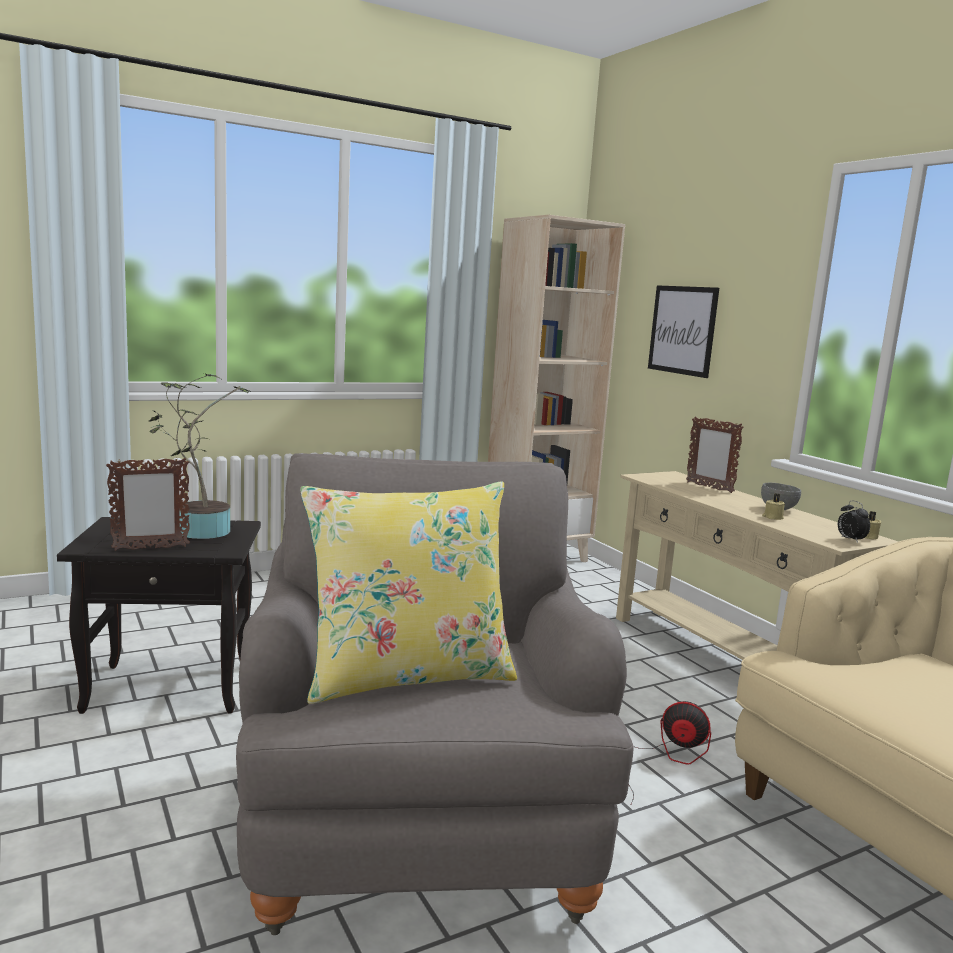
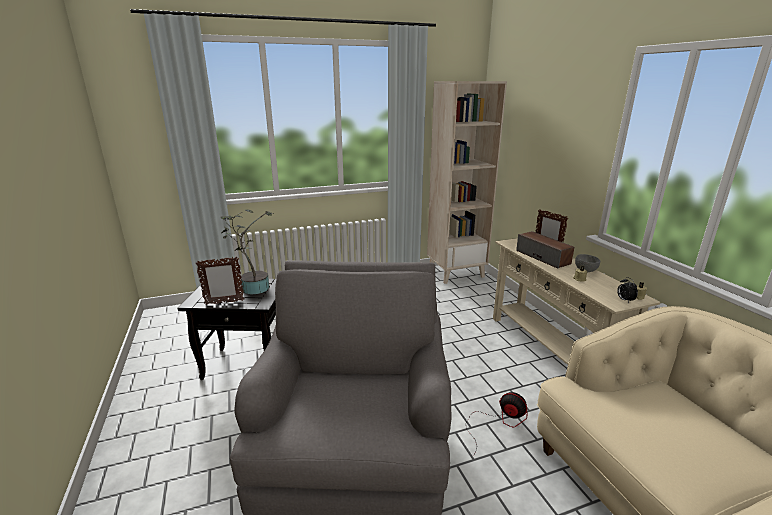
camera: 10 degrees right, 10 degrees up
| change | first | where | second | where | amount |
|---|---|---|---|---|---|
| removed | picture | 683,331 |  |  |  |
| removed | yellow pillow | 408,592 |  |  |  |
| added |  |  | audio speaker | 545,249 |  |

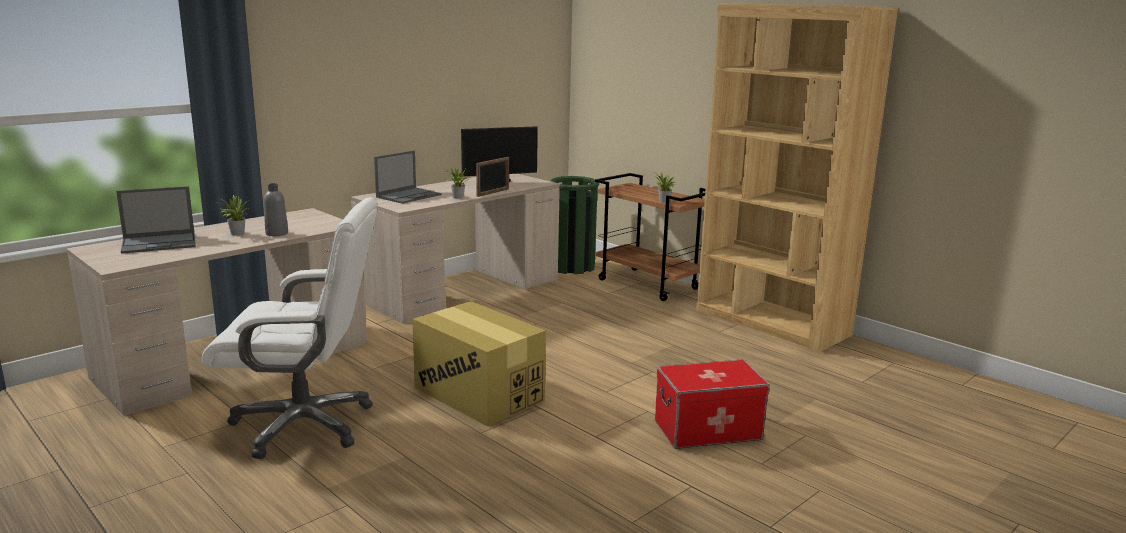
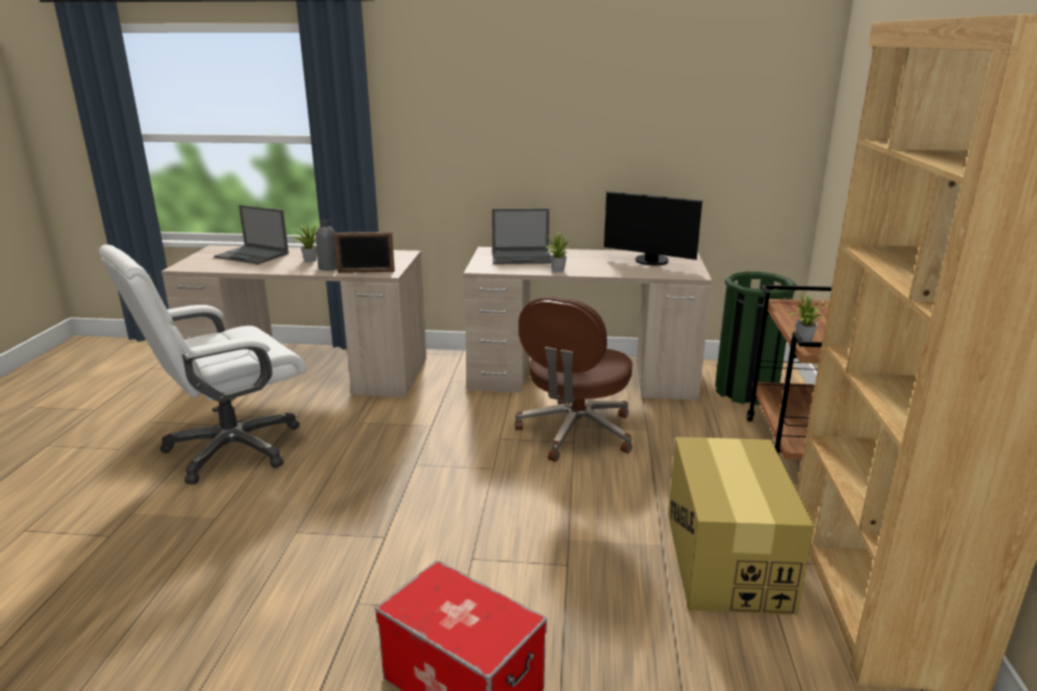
camera: 50 degrees right, 5 degrees up
| change | first | where | second | where | amount |
|---|---|---|---|---|---|
| moved | picture frame | 492,177 |  | 364,252 |  |
| turned | whitish office chair | 290,328 |  | 202,365 | 90 degrees clockwise |
| moved | carton | 479,364 |  | 741,526 |  |
| added |  |  | brown-coloured office chair | 573,379 |  |

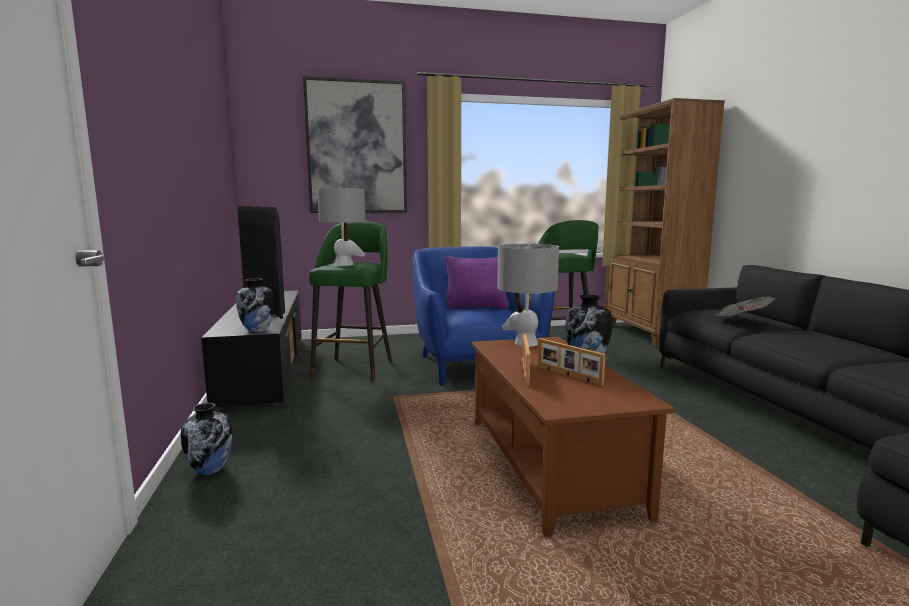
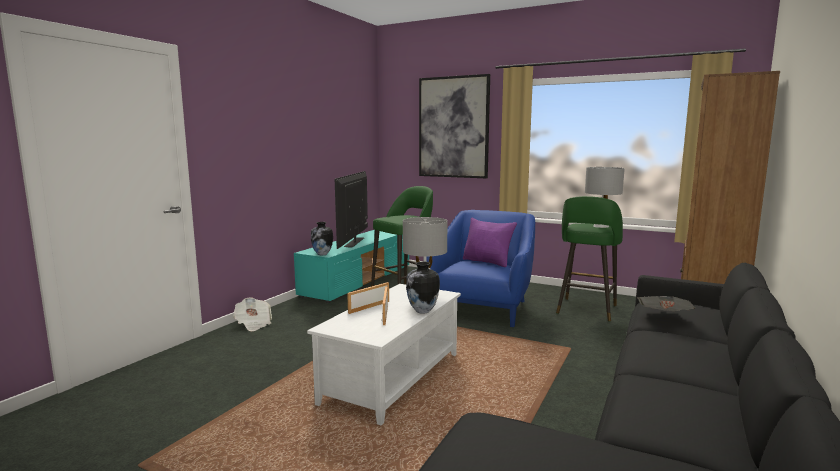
camera: 40 degrees right, 0 degrees up
| change | first | where | second | where | amount |
|---|---|---|---|---|---|
| moved | grey lamp for a table | 341,227 |  | 605,197 |  |
| recoloured | black tv stand | 251,351 | turquoise-coloured tv stand | 351,266 |  |
| recoloured | brown-coloured low table | 573,437 | whitish low table | 384,355 |  |
| replaced | flower vase | 206,439 | daily paper | 252,314 |  |

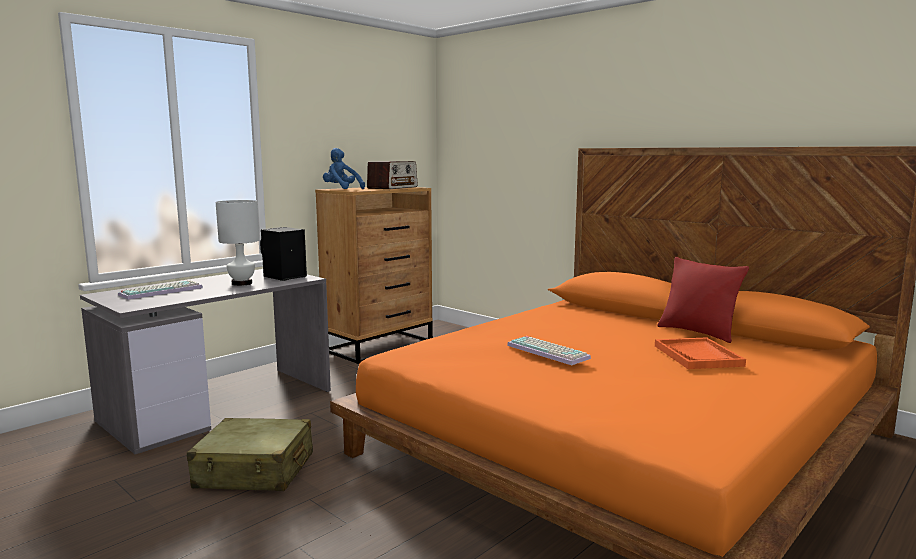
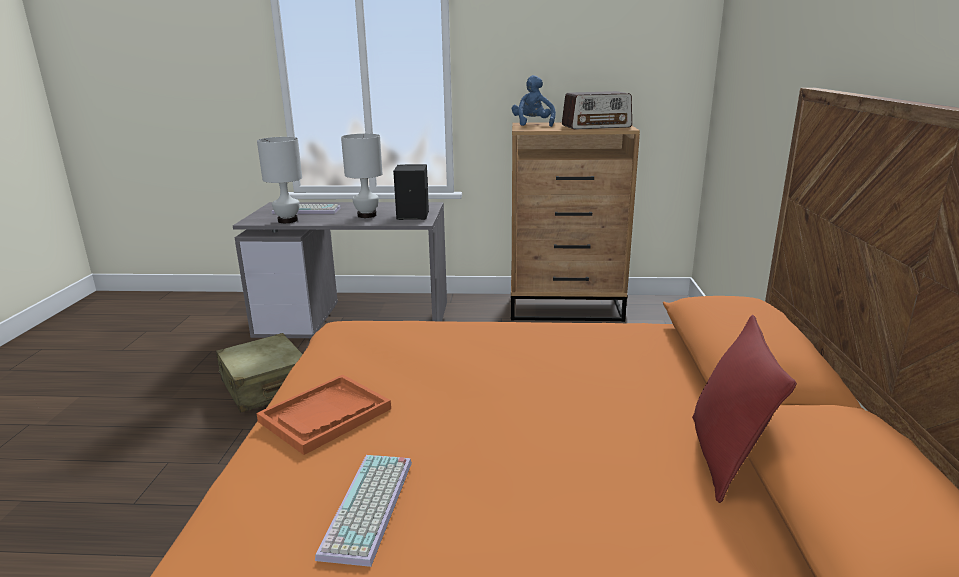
camera: 50 degrees right, 10 degrees up
| change | first | where | second | where | amount |
|---|---|---|---|---|---|
| moved | keyboard | 549,350 |  | 363,511 |  |
| moved | orange-coloured serving tray | 700,353 |  | 324,415 |  |
| added |  |  | whitish lamp for a table | 279,180 |  |

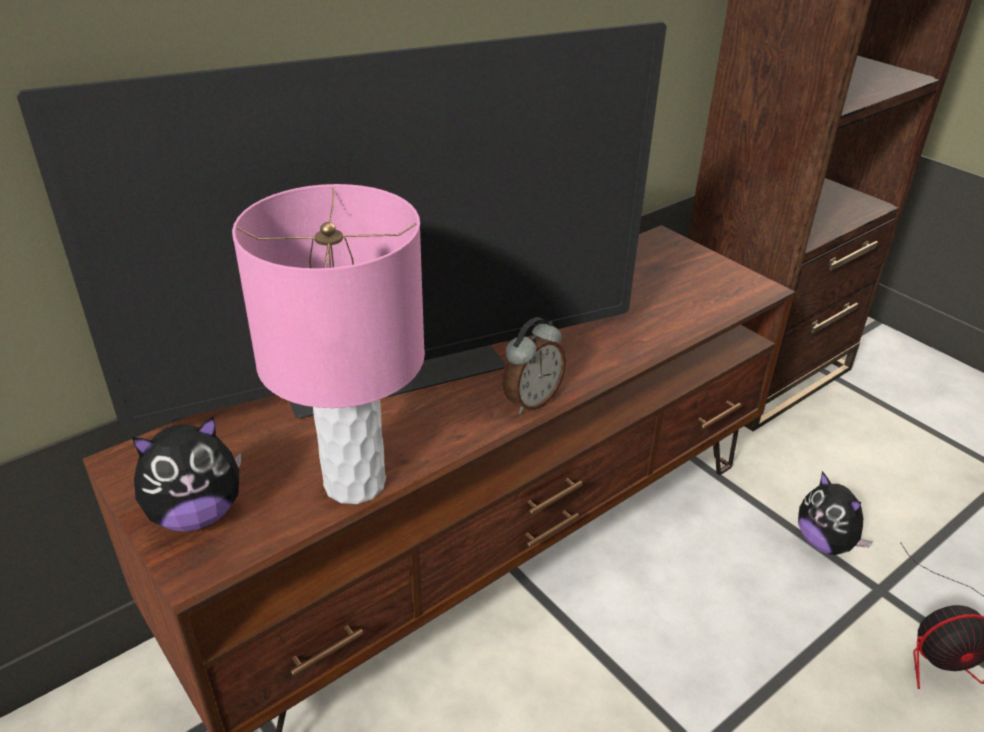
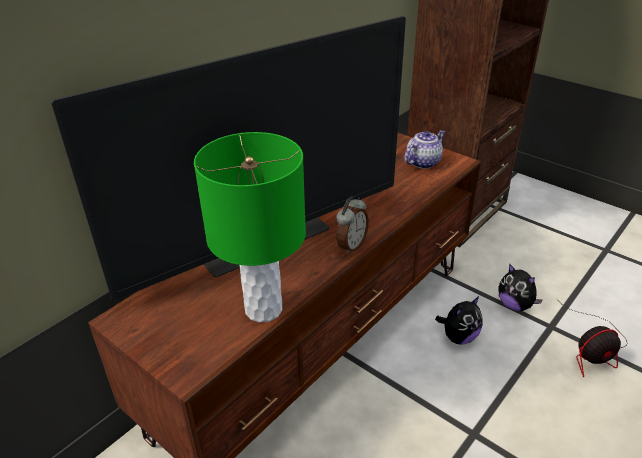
camera: 10 degrees left, 0 degrees up
| change | first | where | second | where | amount |
|---|---|---|---|---|---|
| recoloured | pinkish lamp for a table | 328,344 | green-coloured lamp for a table | 250,227 |  |
| moved | cuddly toy | 186,474 |  | 459,320 |  |
| added |  |  | teapot | 424,149 |  |

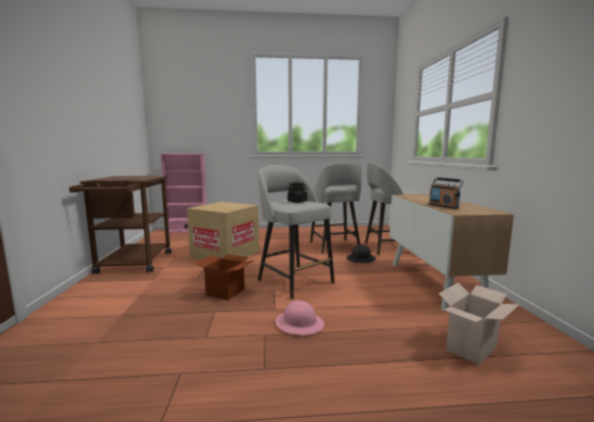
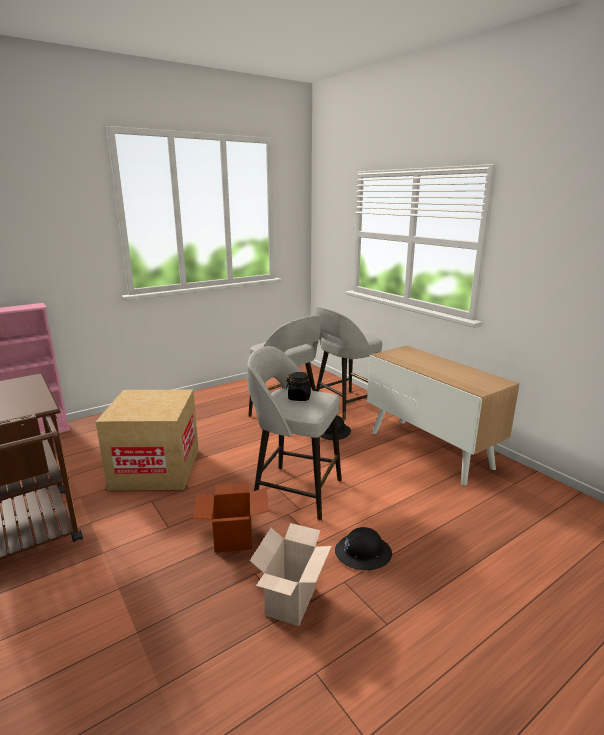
camera: 30 degrees left, 10 degrees up
| change | first | where | second | where | amount |
|---|---|---|---|---|---|
| removed | radio set | 446,193 |  |  |  |
| moved | carton | 479,324 |  | 291,574 |  |
| recoloured | pinkish safety helmet | 300,317 | black safety helmet | 363,548 |  |

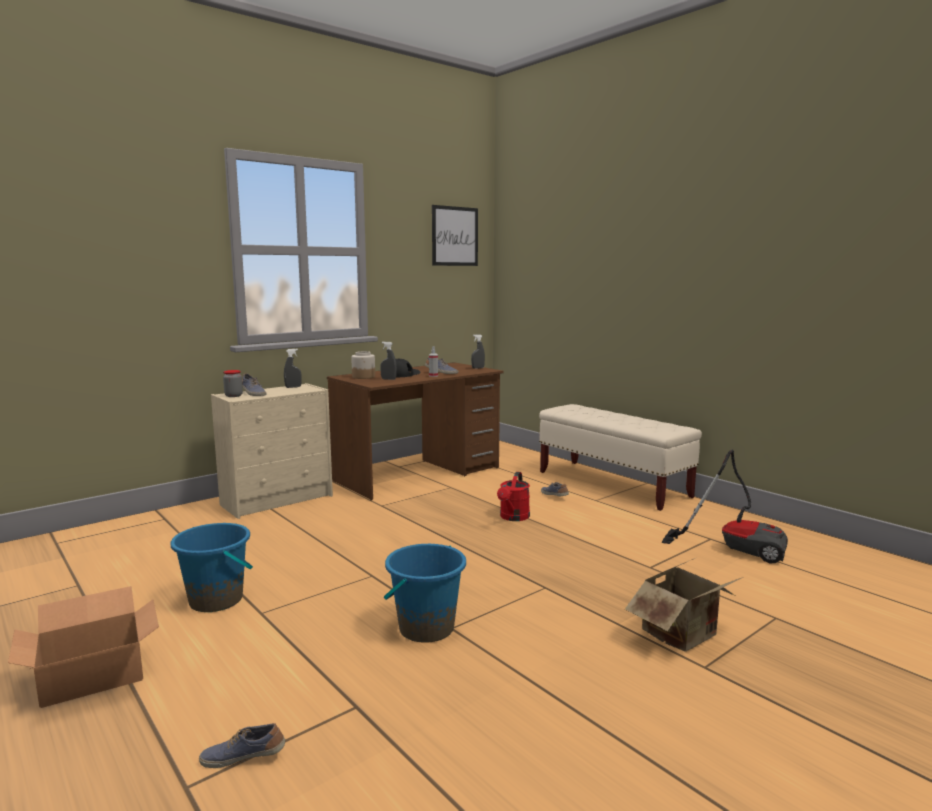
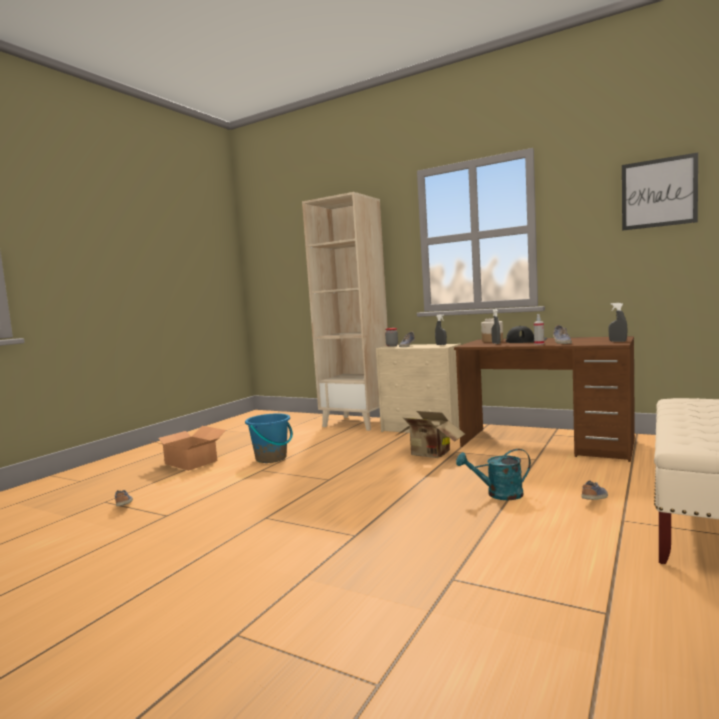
camera: 70 degrees right, 5 degrees down
| change | first | where | second | where | amount |
|---|---|---|---|---|---|
| removed | vacuum cleaner | 725,506 |  |  |  |
| recoloured | reddish watering pot | 513,496 | turquoise-coloured watering pot | 493,474 |  |
| removed | bluish bucket | 425,593 |  |  |  |
| moved | carton | 684,605 |  | 431,434 |  |
| added |  |  | beige-coloured shelving unit | 345,311 |  |

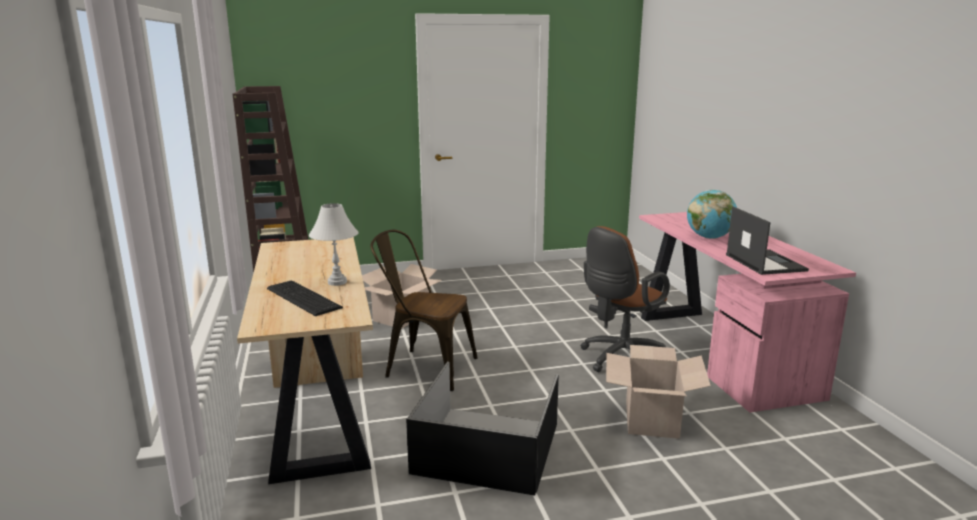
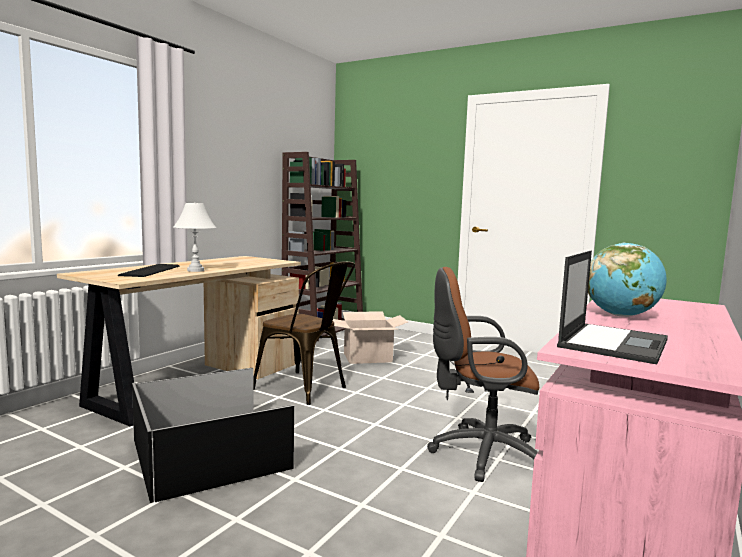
camera: 45 degrees right, 10 degrees down
| change | first | where | second | where | amount |
|---|---|---|---|---|---|
| turned | brown-coloured upright chair | 424,310 |  | 304,333 | 150 degrees clockwise |
| removed | carton | 658,392 |  |  |  |

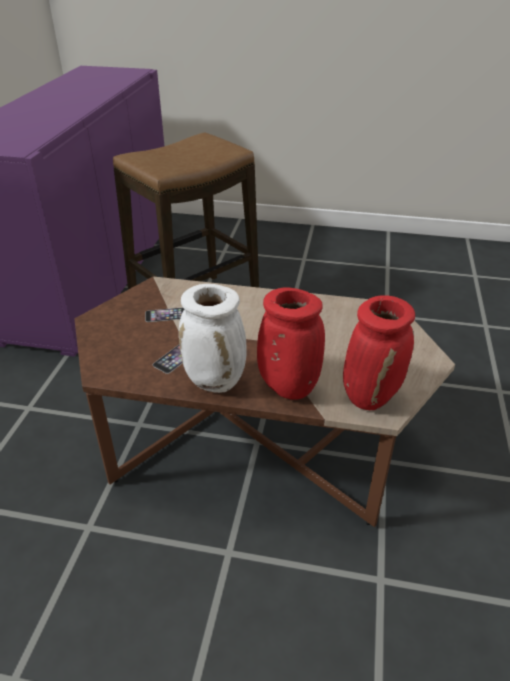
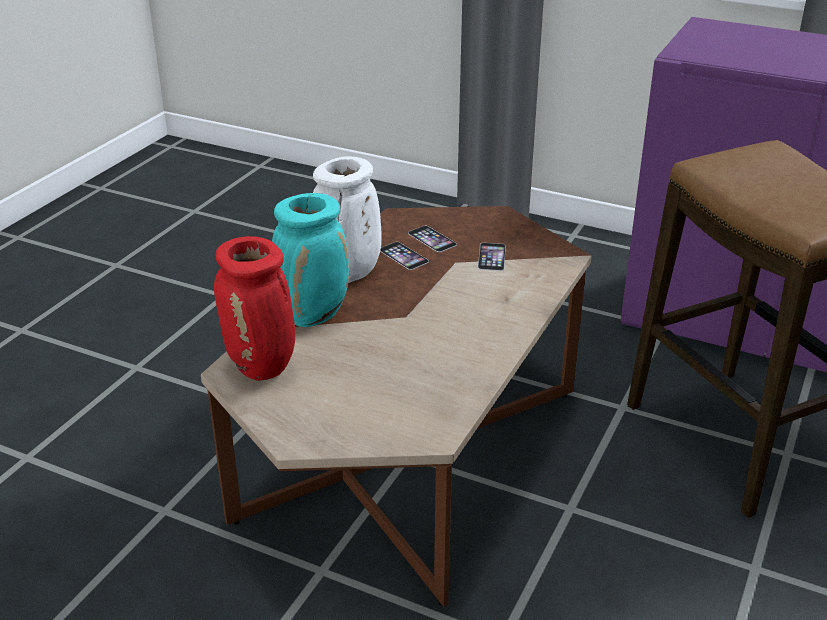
camera: 105 degrees right, 5 degrees down
| change | first | where | second | where | amount |
|---|---|---|---|---|---|
| recoloured | reddish flower vase | 291,343 | turquoise-coloured flower vase | 310,260 |  |
| added |  |  | telephone | 432,239 |  |

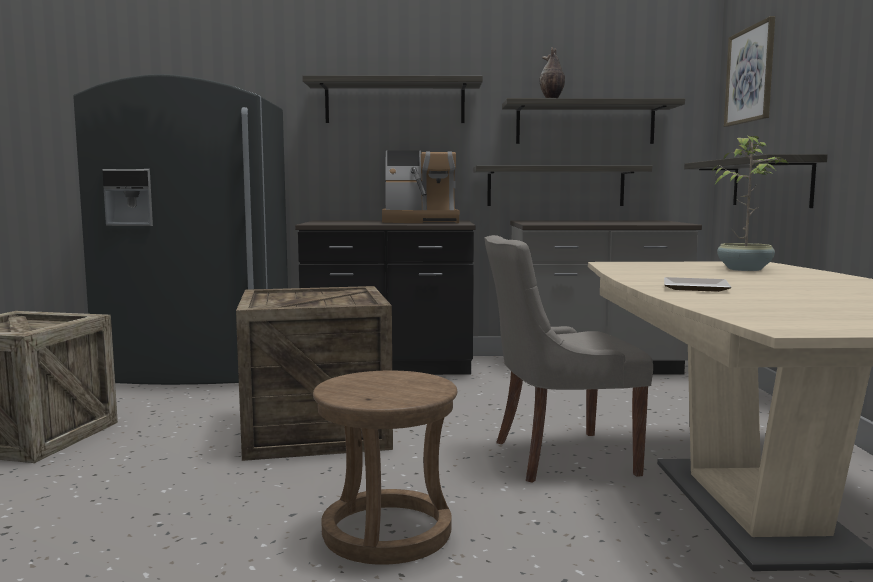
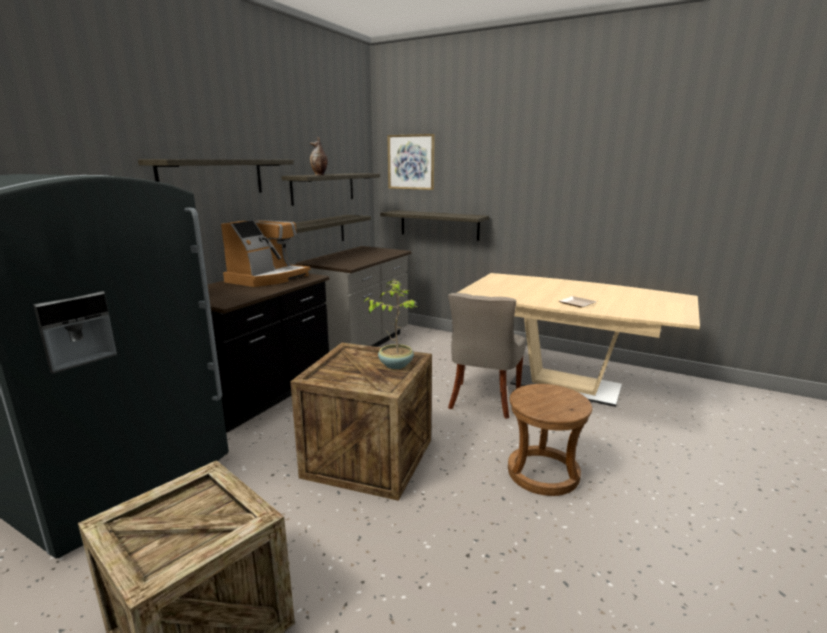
camera: 60 degrees left, 10 degrees up
| change | first | where | second | where | amount |
|---|---|---|---|---|---|
| moved | plant in a pot | 750,203 |  | 390,324 |  |

